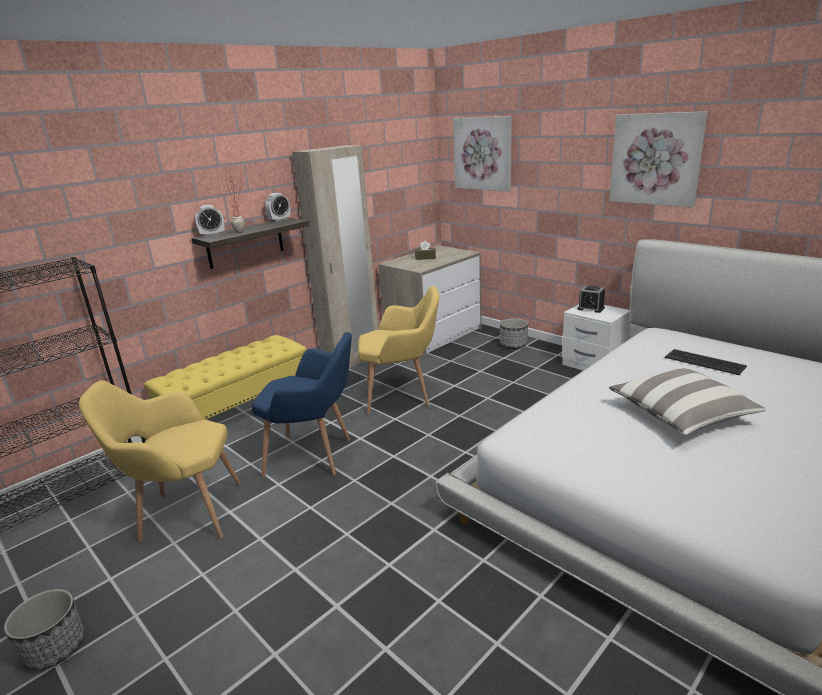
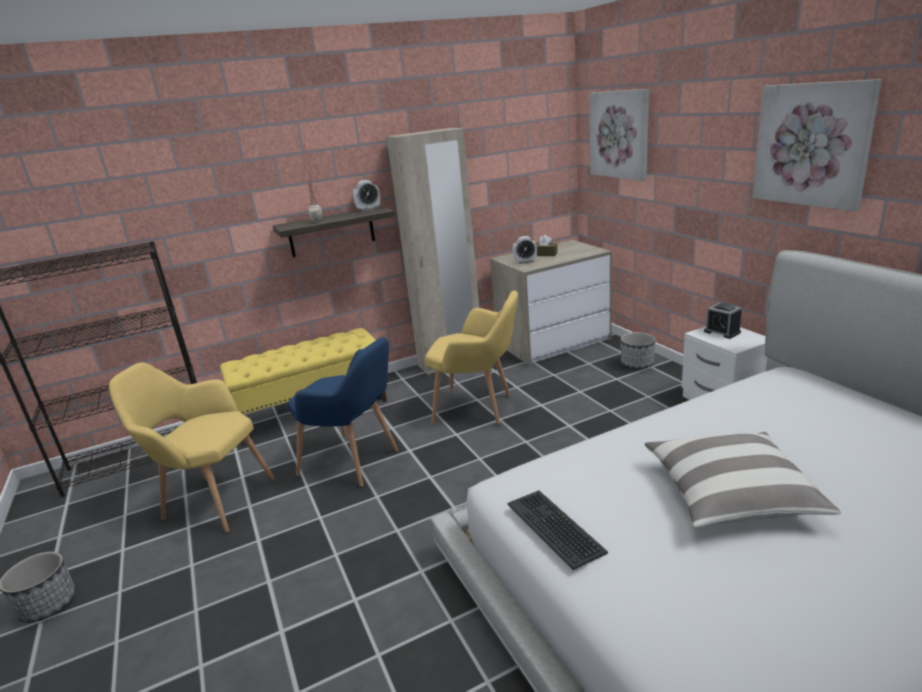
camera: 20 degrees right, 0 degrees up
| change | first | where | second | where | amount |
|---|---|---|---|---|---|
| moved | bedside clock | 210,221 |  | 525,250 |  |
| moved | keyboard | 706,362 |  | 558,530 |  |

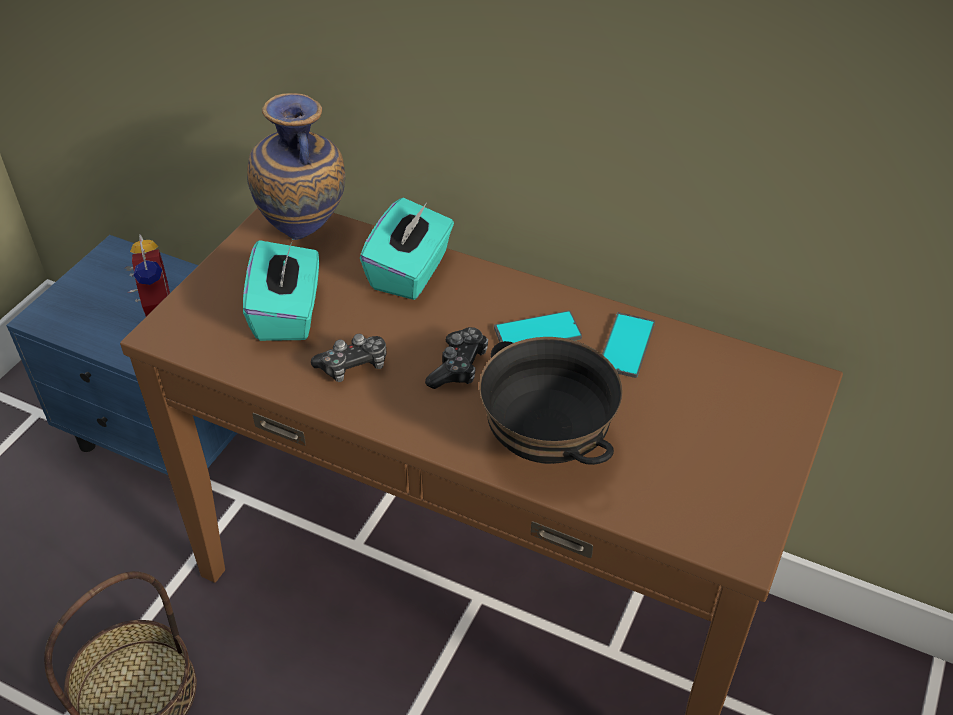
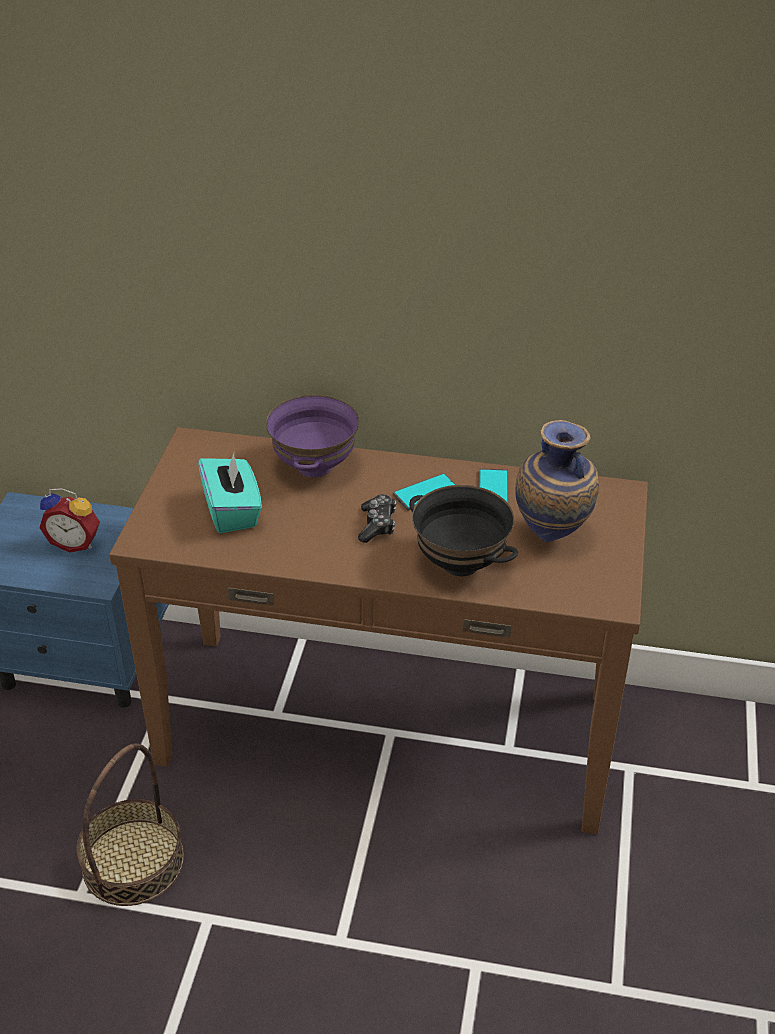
camera: 15 degrees left, 5 degrees down
| change | first | where | second | where | amount |
|---|---|---|---|---|---|
| moved | flower vase | 296,166 |  | 557,481 |  |
| replaced | turquoise-coloured tissue holder | 407,249 | purplish serving bowl | 312,436 |  |
| turned | bedside clock | 147,275 |  | 69,520 | 135 degrees clockwise |
| removed | gamepad | 348,358 |  |  |  |

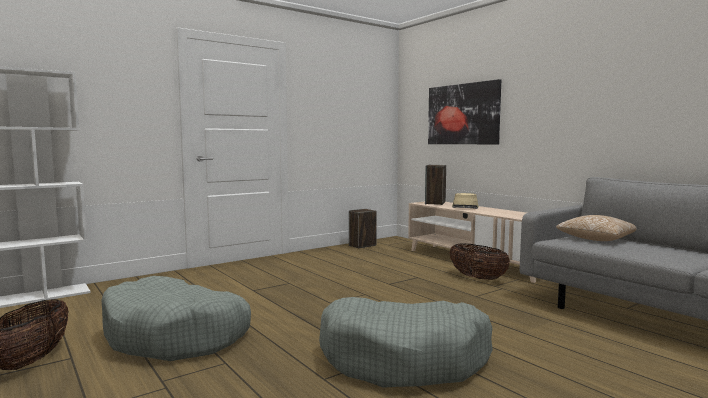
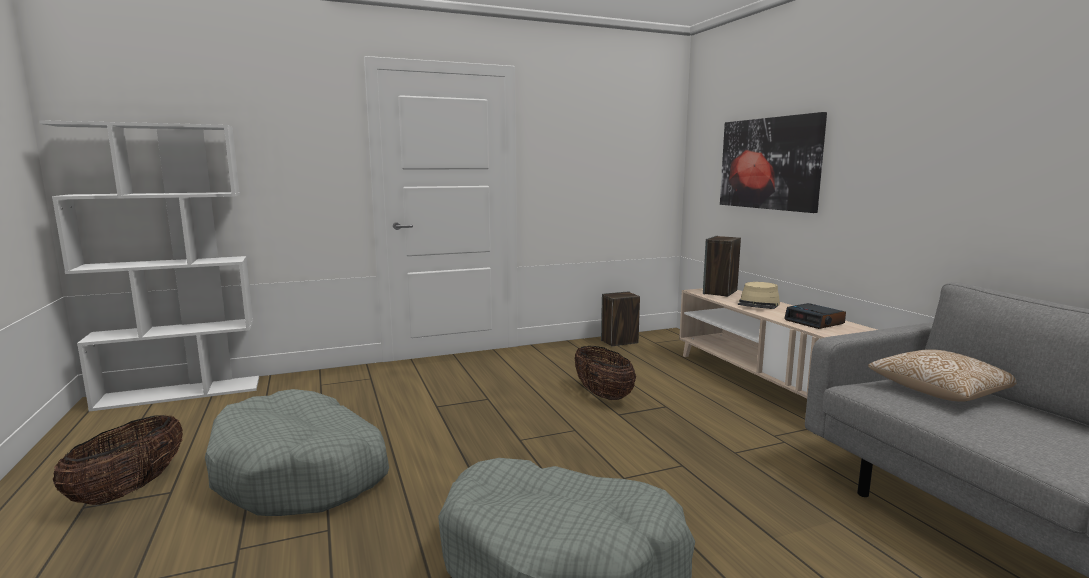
camera: 15 degrees right, 5 degrees up
| change | first | where | second | where | amount |
|---|---|---|---|---|---|
| moved | household basket | 479,261 |  | 605,373 |  |
| added |  |  | bedside clock | 815,316 |  |

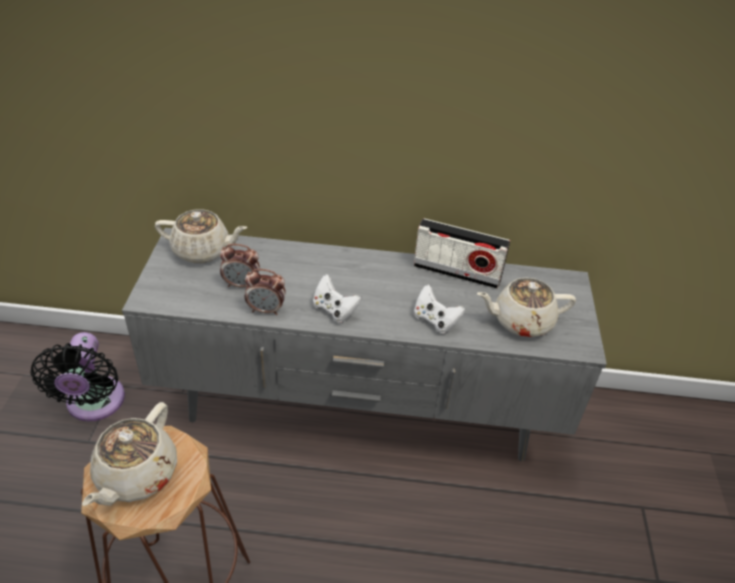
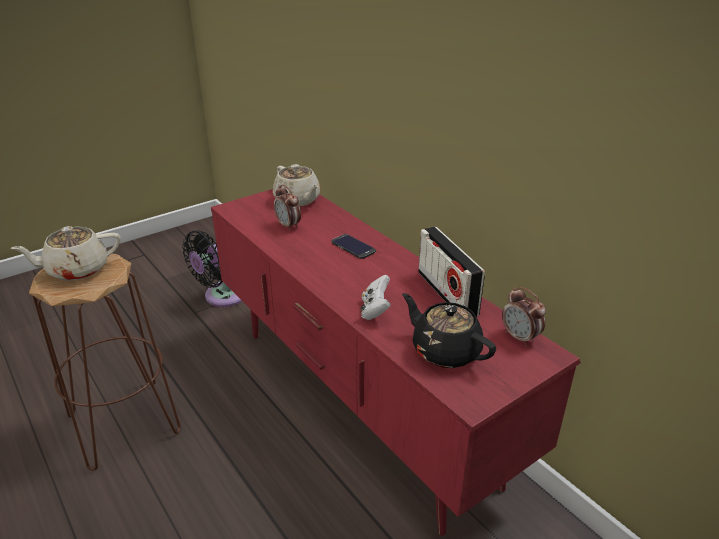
camera: 50 degrees right, 10 degrees down
| change | first | where | second | where | amount |
|---|---|---|---|---|---|
| recoloured | grey tv stand | 364,344 | reddish tv stand | 396,362 |  |
| moved | bedside clock | 265,292 |  | 524,317 |  |
| removed | whitish gamepad | 337,298 |  |  |  |
| recoloured | beige-coloured teapot | 526,307 | black teapot | 449,330 |  |
| added |  |  | telephone | 353,246 |  |

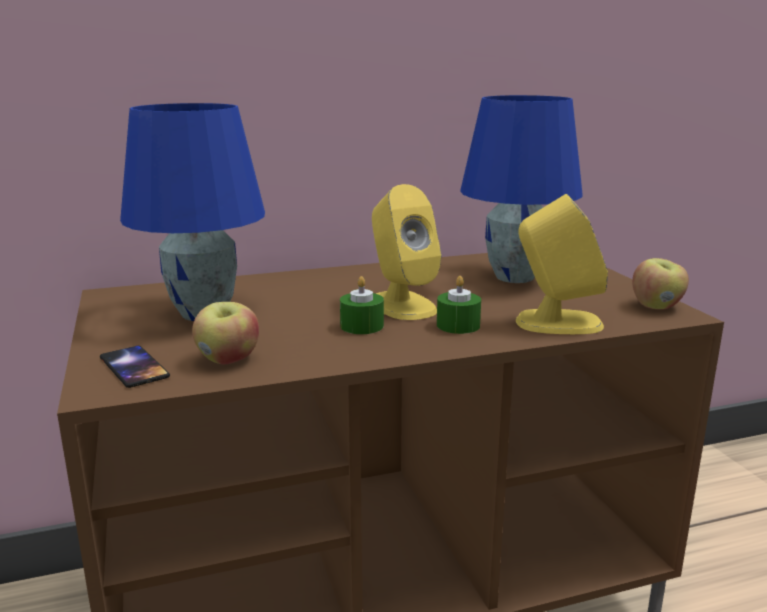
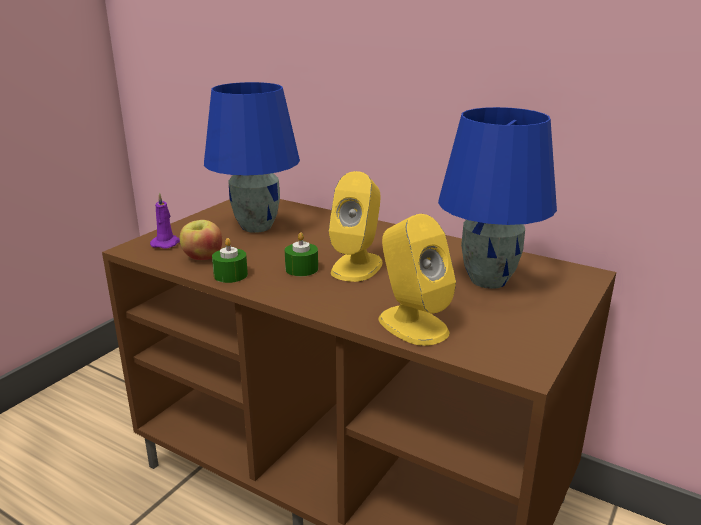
camera: 50 degrees right, 5 degrees up
| change | first | where | second | where | amount |
|---|---|---|---|---|---|
| removed | whole apple | 660,284 |  |  |  |
| moved | green-coloured wax candle | 459,305 |  | 230,260 |  |
| replaced | telephone | 135,367 | purplish wax candle | 165,220 |  |

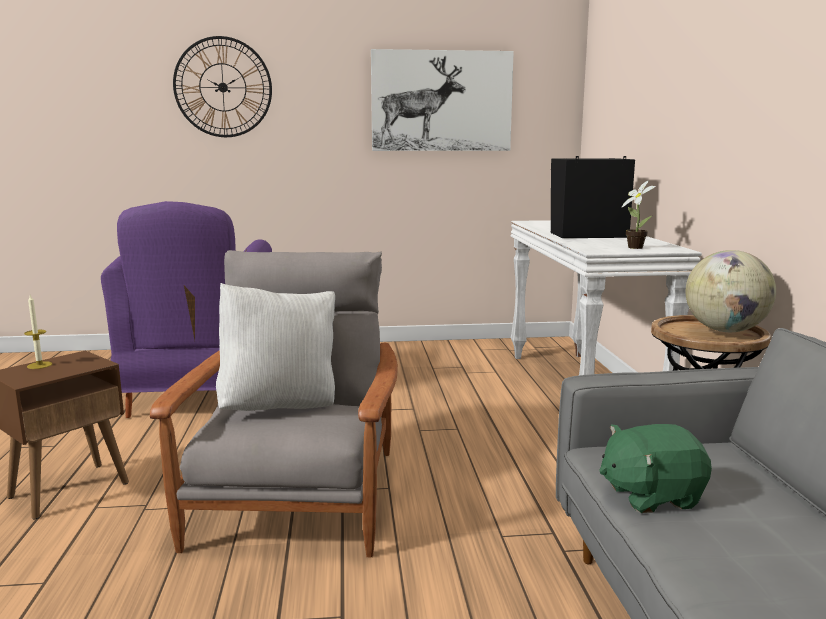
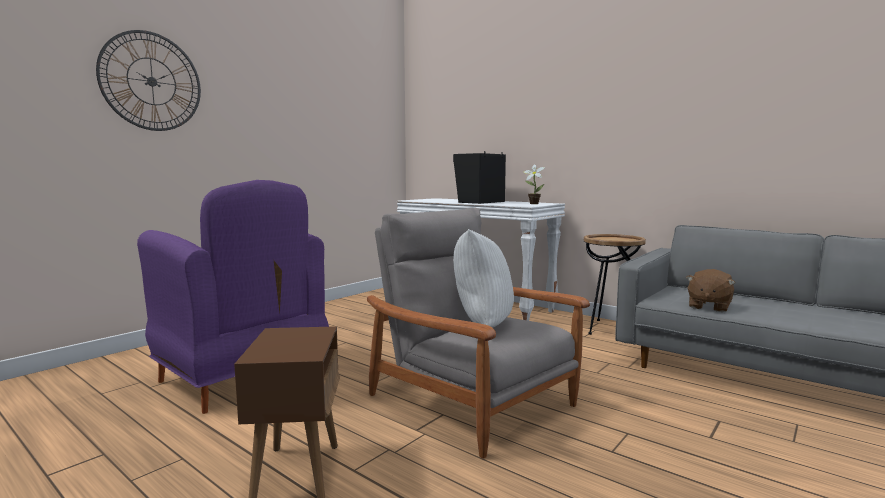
camera: 45 degrees left, 5 degrees down
| change | first | where | second | where | amount |
|---|---|---|---|---|---|
| removed | picture | 442,100 |  |  |  |
| removed | globe | 731,291 |  |  |  |
| removed | wax candle | 38,332 |  |  |  |
| recoloured | green-coloured cuddly toy | 655,468 | brown-coloured cuddly toy | 710,290 |  |

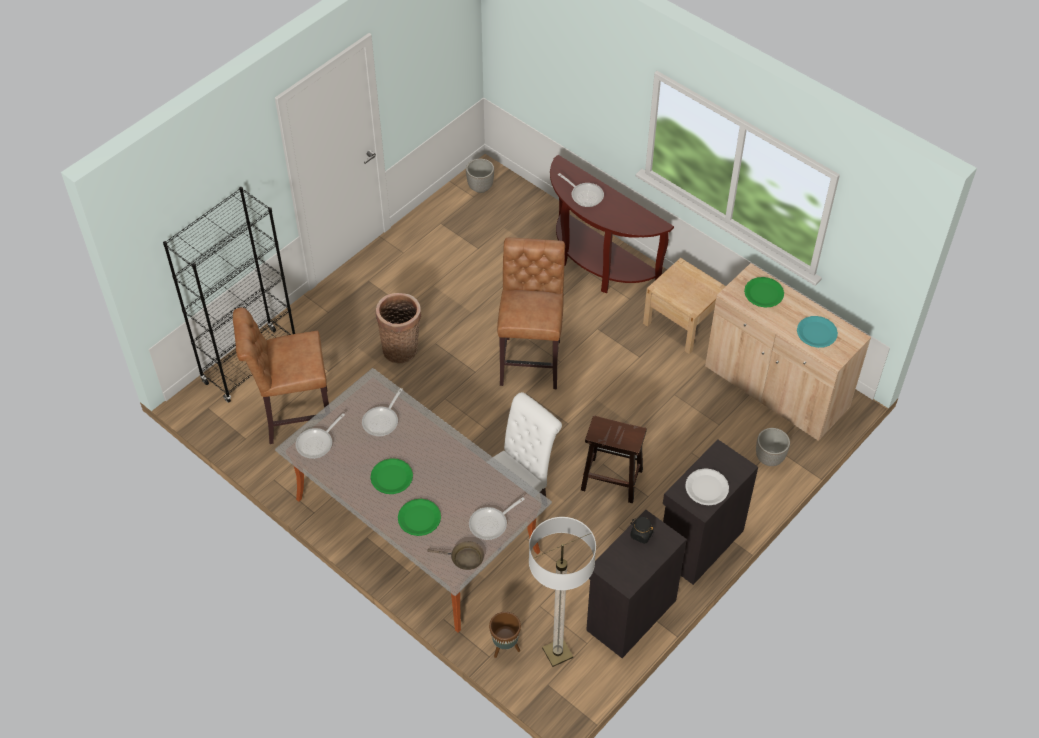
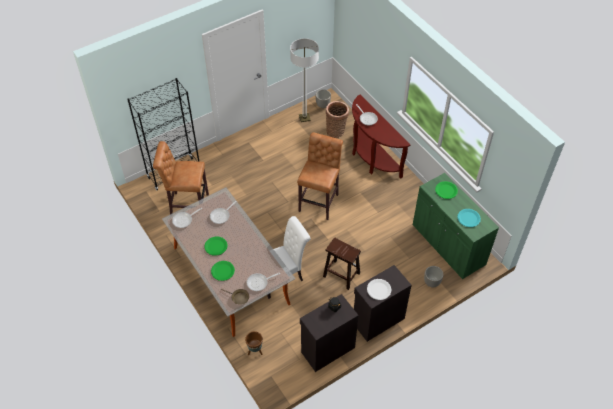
camera: 15 degrees right, 0 degrees up
| change | first | where | second | where | amount |
|---|---|---|---|---|---|
| removed | beige-coloured bedside table | 684,306 |  |  |  |
| recoloured | beige-coloured storage cabinet | 788,352 | green-coloured storage cabinet | 456,226 |  |
| moved | household basket | 398,328 |  | 337,119 |  |
| moved | floor lamp | 562,592 |  | 304,80 |  |

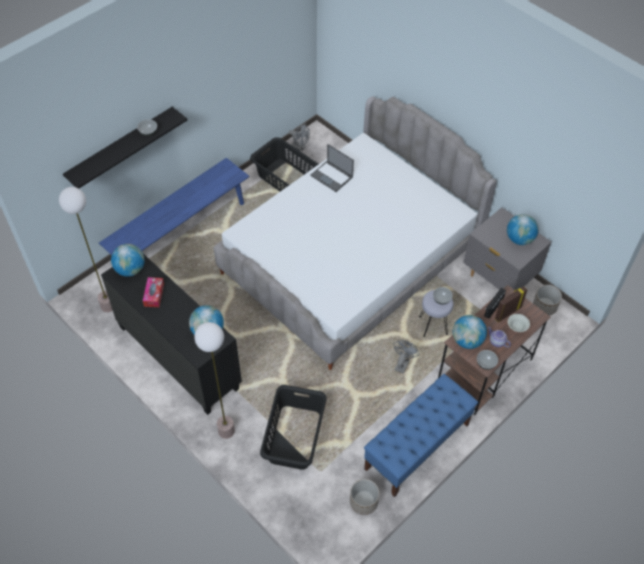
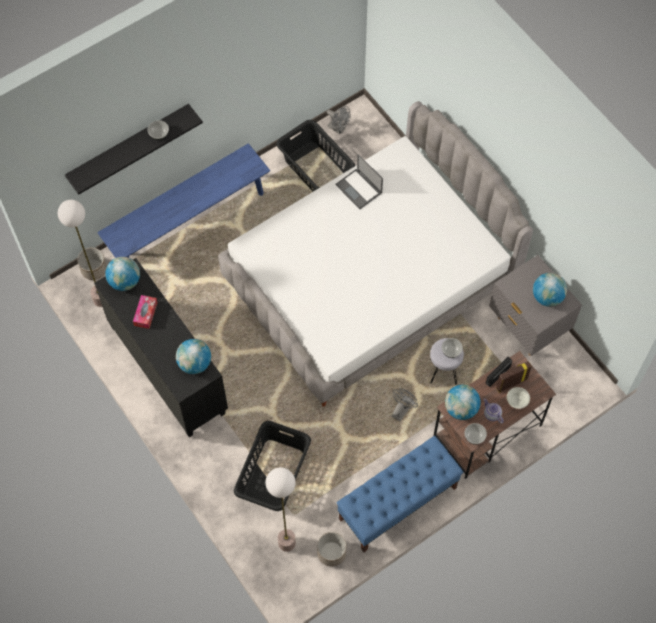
camera: 10 degrees right, 10 degrees up
| change | first | where | second | where | amount |
|---|---|---|---|---|---|
| moved | plant pot | 547,300 |  | 92,264 |  |
| moved | floor lamp | 214,380 |  | 281,509 |  |

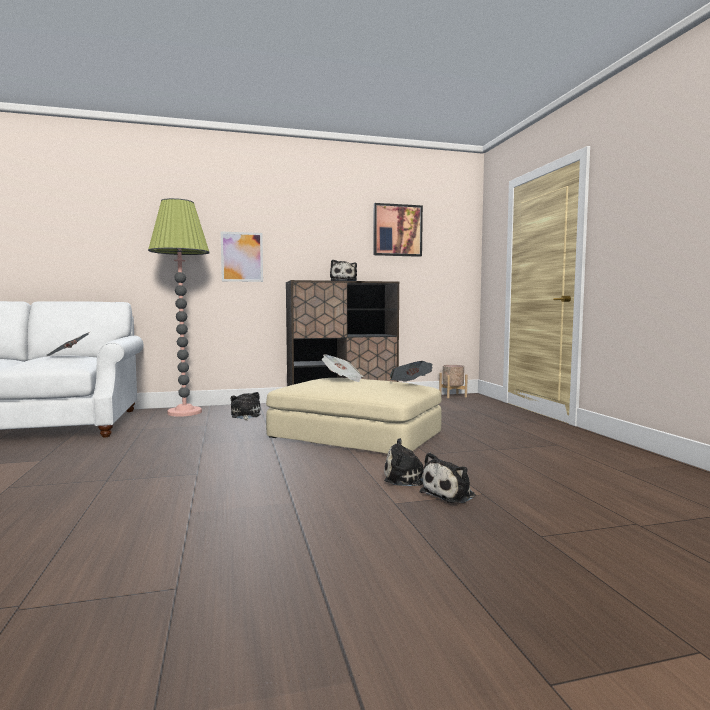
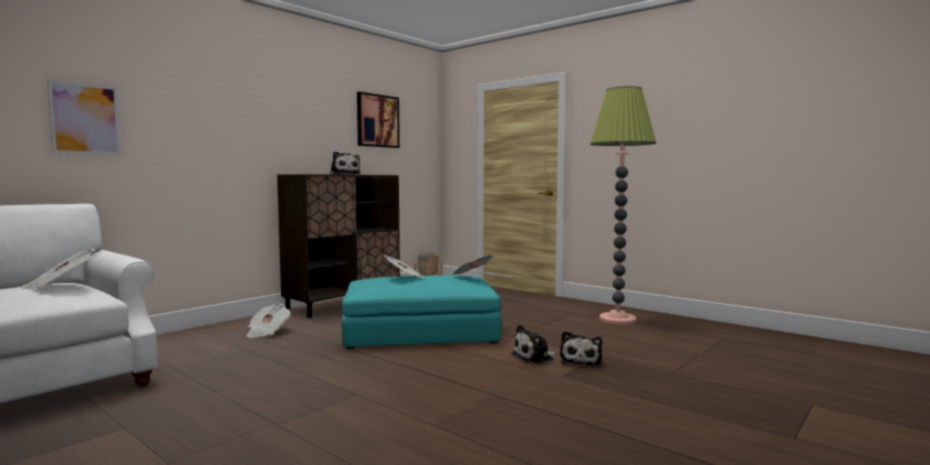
camera: 35 degrees left, 0 degrees up
| change | first | where | second | where | amount |
|---|---|---|---|---|---|
| moved | floor lamp | 179,307 |  | 623,205 |  |
| moved | picture | 242,257 |  | 84,117 |  |
| recoloured | beige-coloured footrest | 354,416 | turquoise-coloured footrest | 421,311 |  |
| replaced | cuddly toy | 246,406 | daily paper | 269,320 |  |

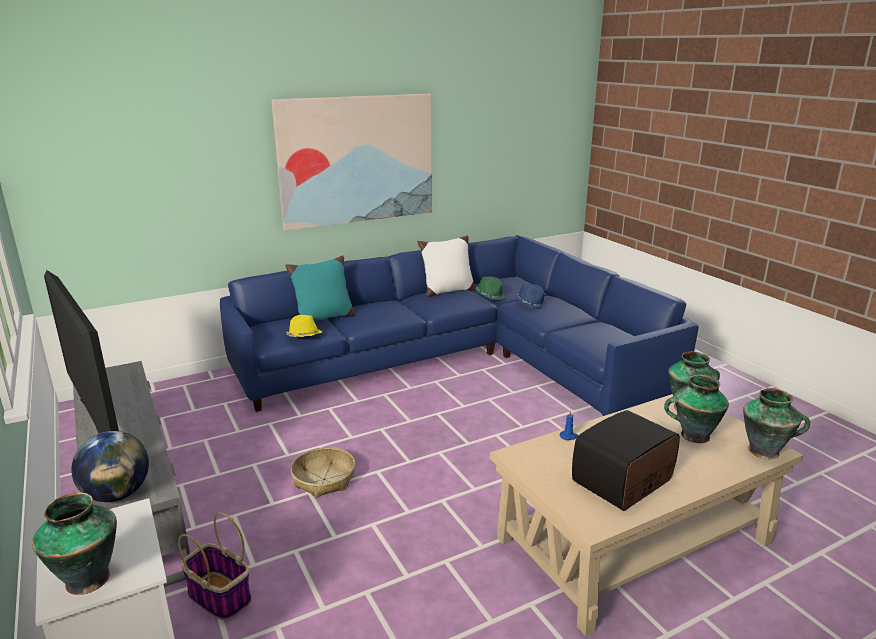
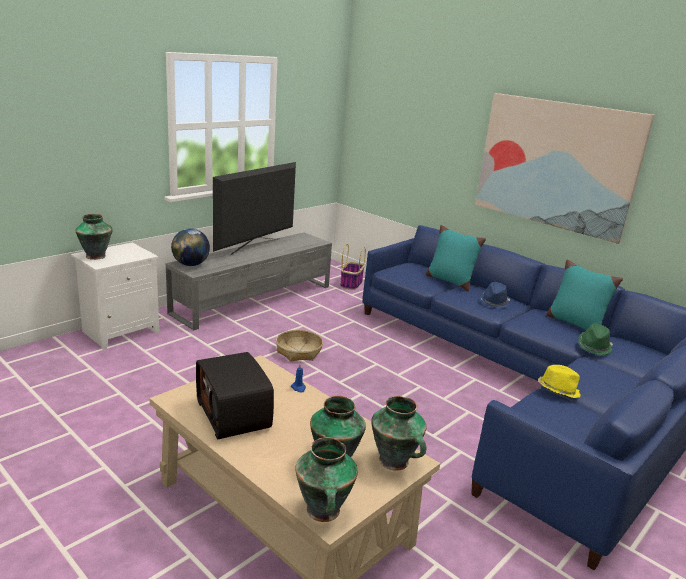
camera: 70 degrees right, 0 degrees up
| change | first | where | second | where | amount |
|---|---|---|---|---|---|
| recoloured | whitish pillow | 447,266 | turquoise-coloured pillow | 584,295 |  |
| moved | bluish clothing hat | 531,296 |  | 495,295 |  |
| moved | yellow clothing hat | 304,326 |  | 559,381 |  |
| turned | radio set | 626,460 |  | 235,395 | 150 degrees counterclockwise |
| moved | household basket | 215,566 |  | 353,267 |  |

